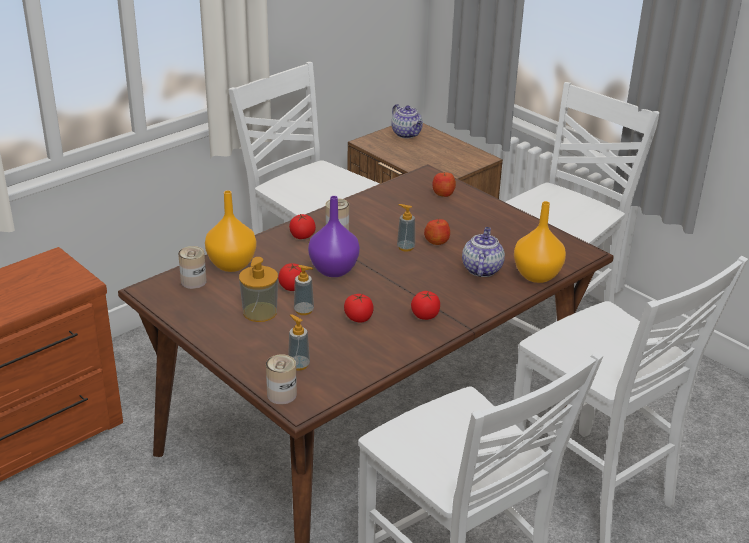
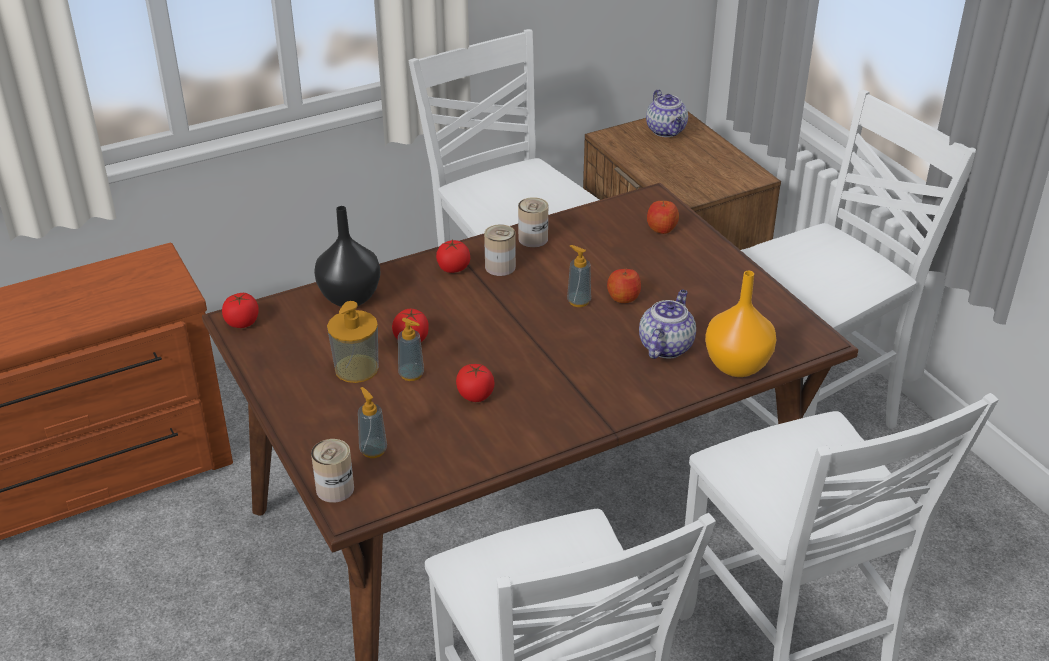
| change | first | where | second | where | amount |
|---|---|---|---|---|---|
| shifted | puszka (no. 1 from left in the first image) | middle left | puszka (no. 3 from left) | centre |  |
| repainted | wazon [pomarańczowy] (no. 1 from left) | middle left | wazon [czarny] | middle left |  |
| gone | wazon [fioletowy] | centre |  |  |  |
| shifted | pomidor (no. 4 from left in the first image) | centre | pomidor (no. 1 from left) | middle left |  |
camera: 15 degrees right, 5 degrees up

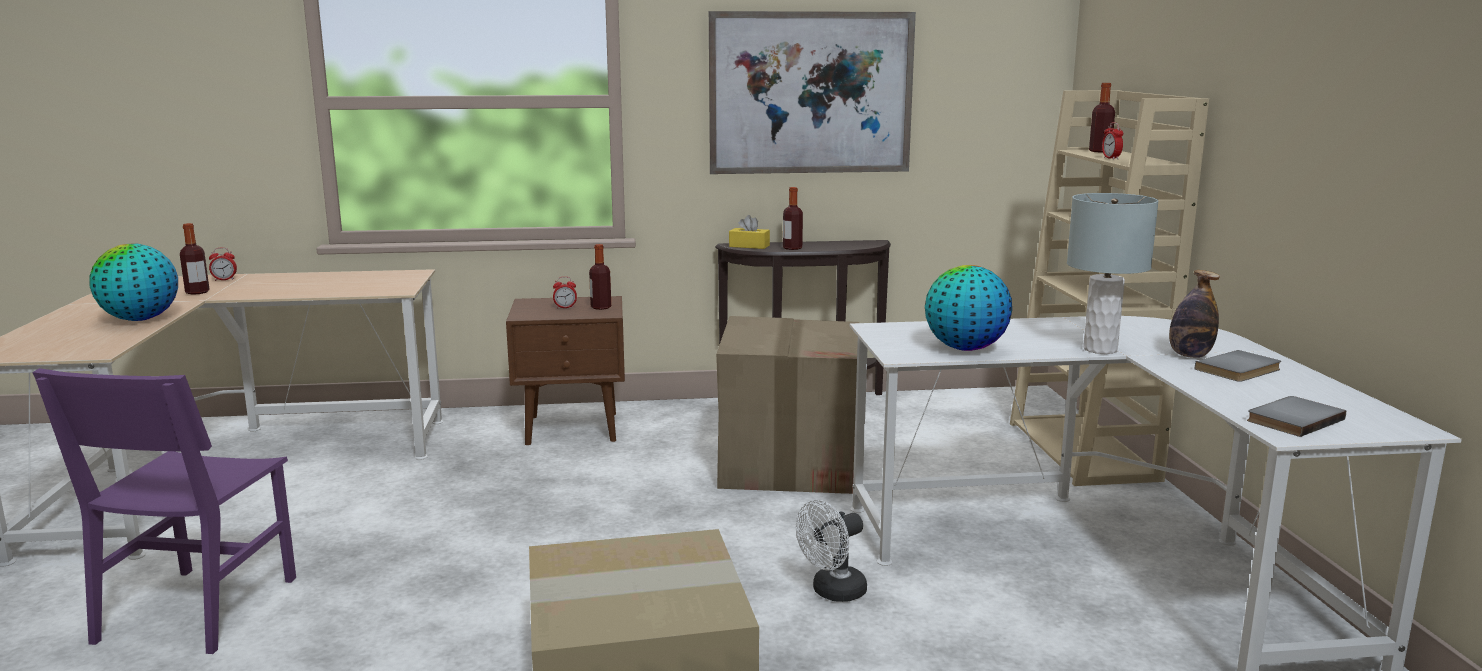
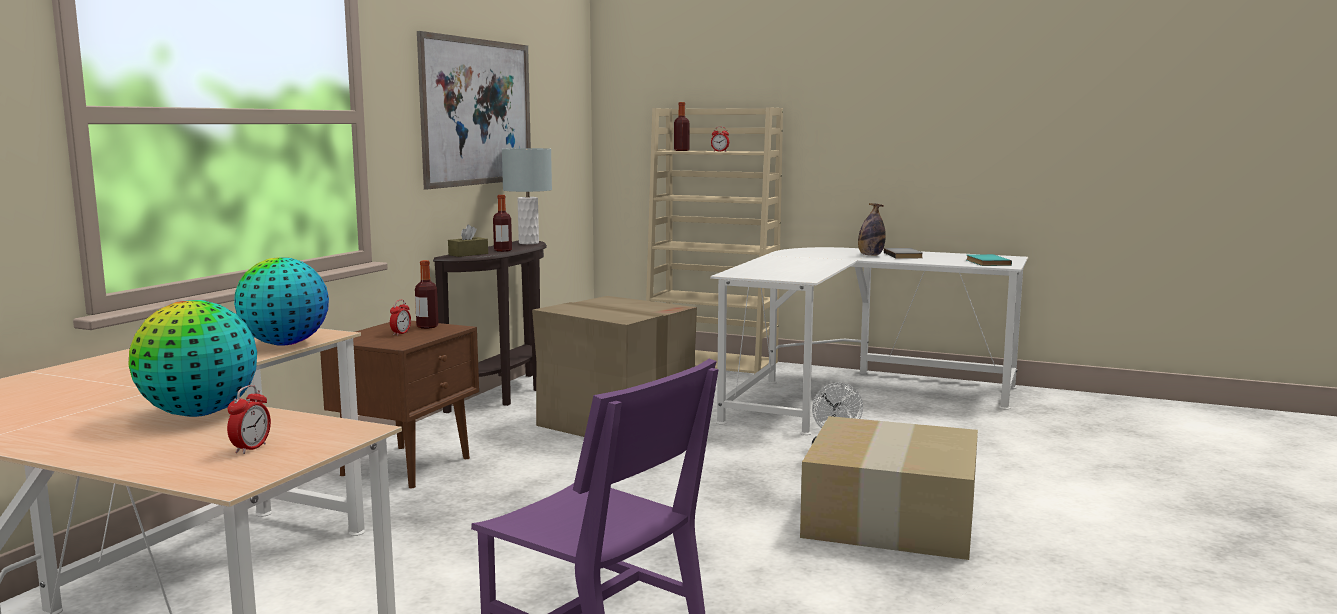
| change | first | where | second | where | amount |
|---|---|---|---|---|---|
| gone | butelka (no. 1 from left) | middle left |  |  |  |
| shifted | budzik (no. 1 from left) | middle left |  | bottom left |  |
| repainted | pudełko chusteczek [żółty] | centre | pudełko chusteczek [brązowy] | centre |  |
| shifted | globus (no. 2 from left) | centre |  | middle left |  |
| shifted | lampa stołowa [szary] | middle right |  | top centre |  |
| repainted | książka [szary] (no. 2 from left) | middle right | książka [turkusowy] | middle right |  |
camera: 60 degrees left, 5 degrees down

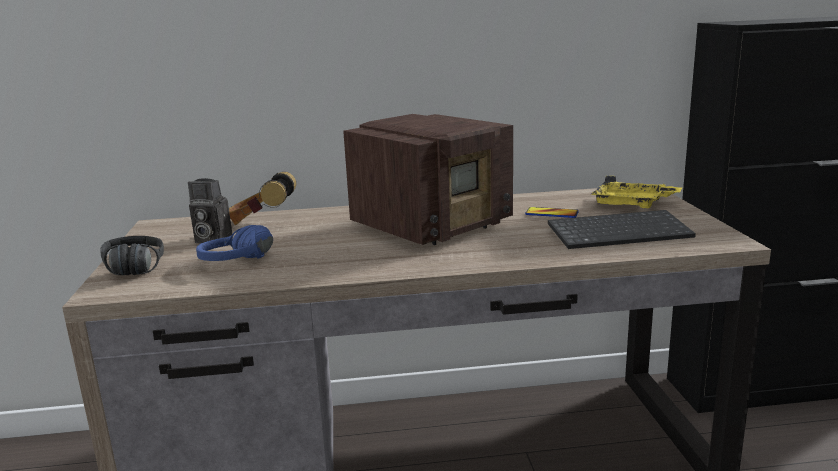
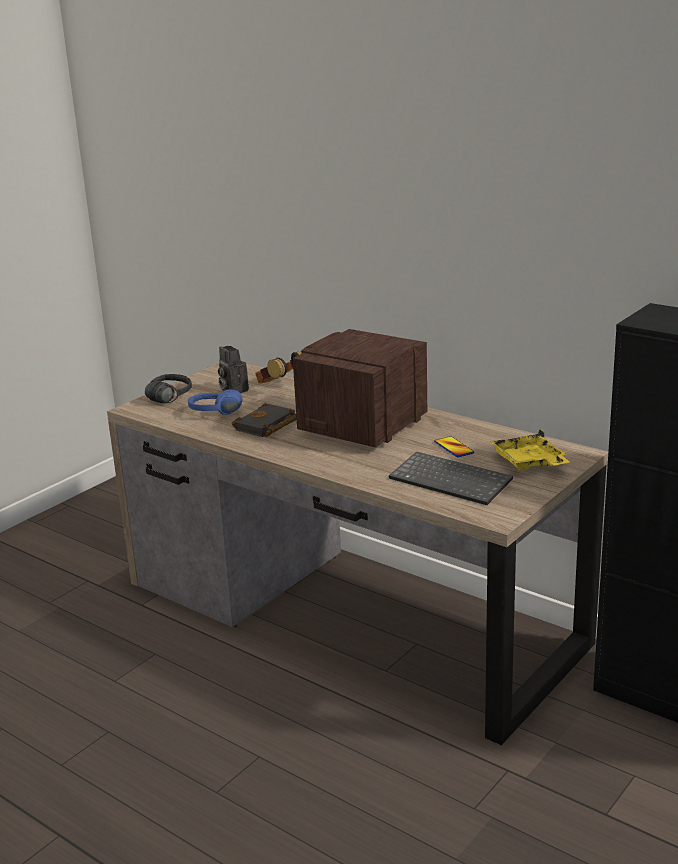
| change | first | where | second | where | amount |
|---|---|---|---|---|---|
| rotated | radio | centre |  | centre | 120 degrees clockwise |
| new |  |  | książka [czarny] | centre |  |
camera: 45 degrees right, 5 degrees up

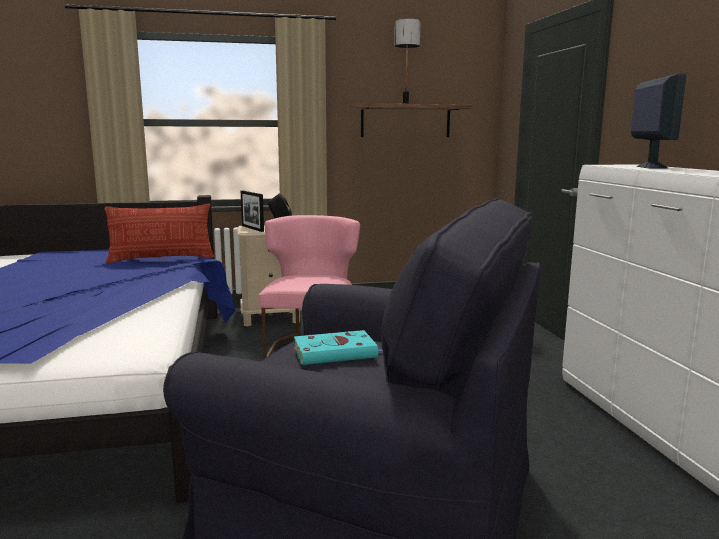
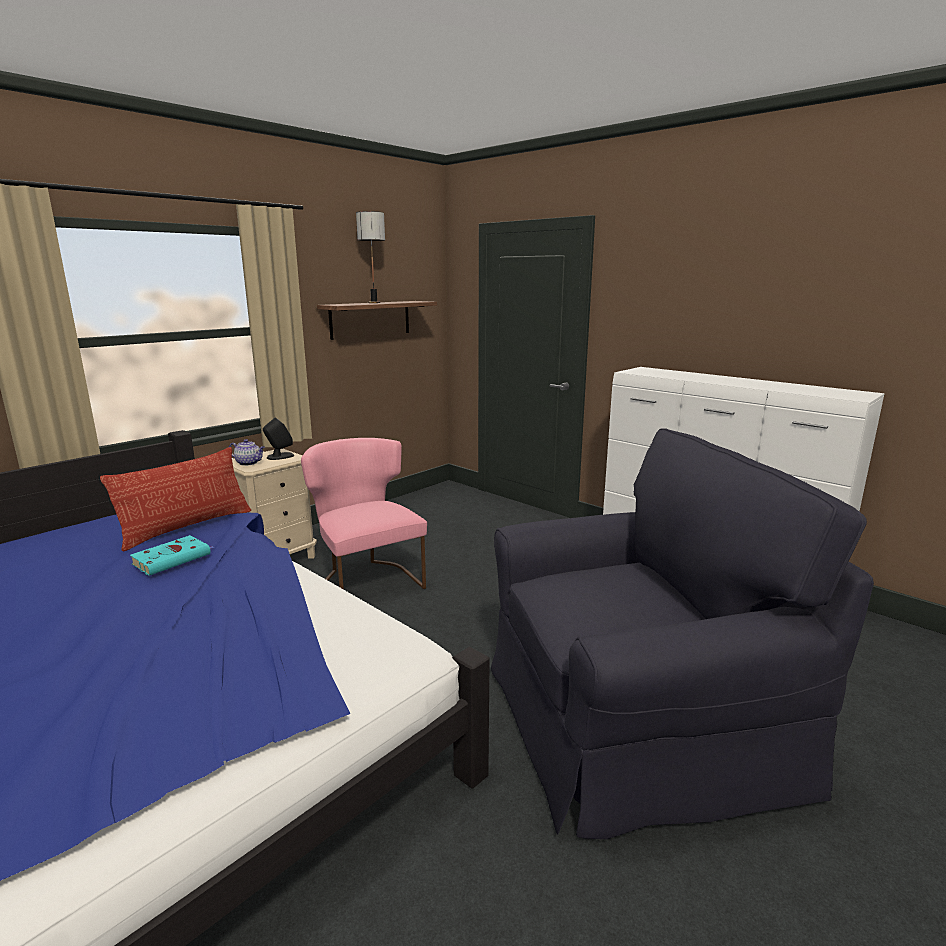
| change | first | where | second | where | amount |
|---|---|---|---|---|---|
| swapped | ramka na zdjęcie | centre | imbryk | middle left |  |
| shifted | książka [turkusowy] | centre |  | middle left |  |
| gone | monitor | top right |  |  |  |
camera: 35 degrees left, 5 degrees up

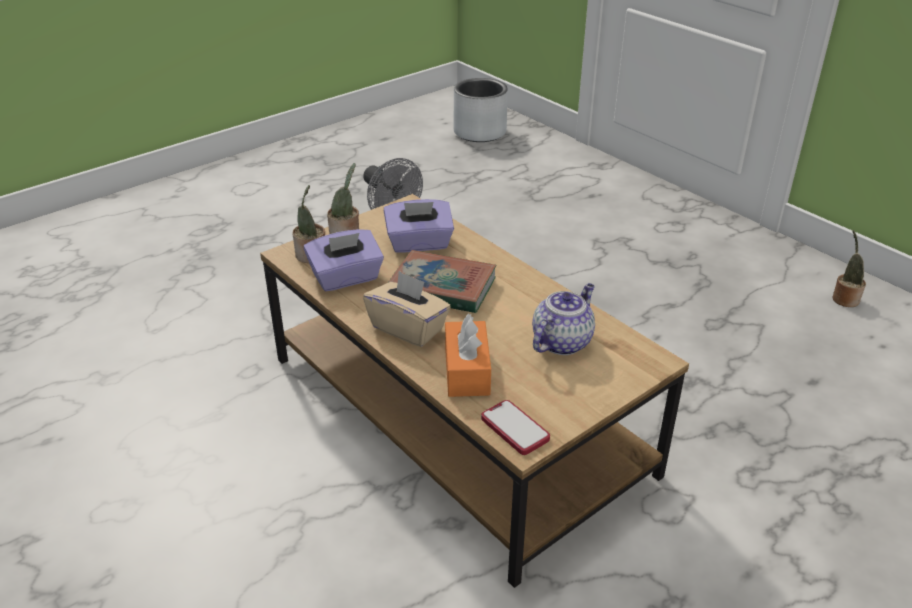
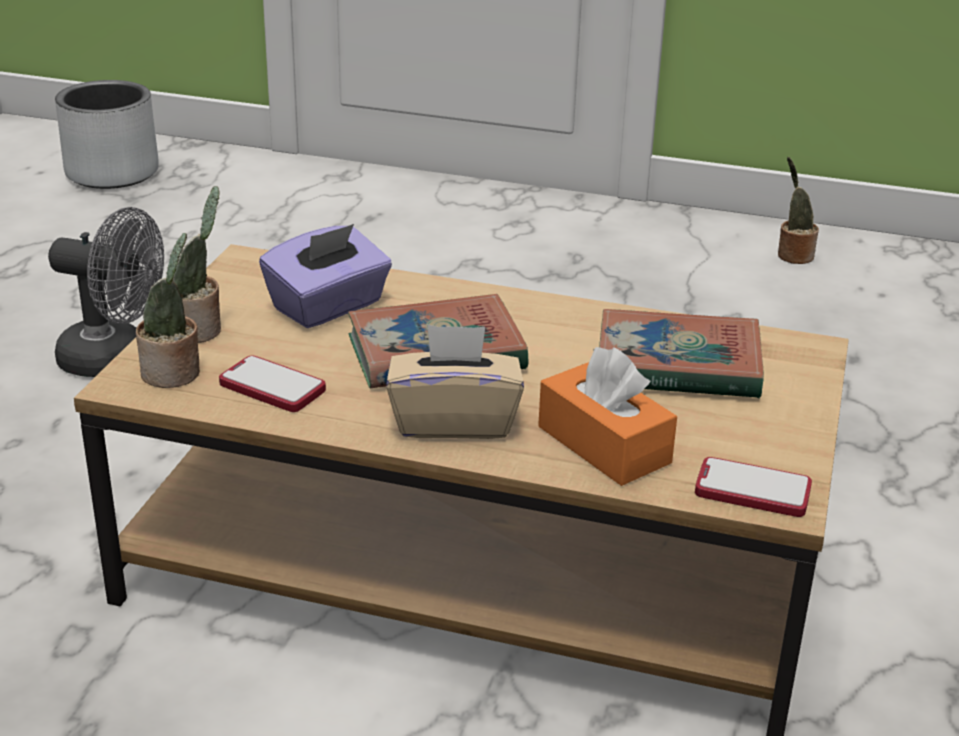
| change | first | where | second | where | amount |
|---|---|---|---|---|---|
| swapped | pudełko chusteczek [fioletowy] (no. 1 from left) | centre | telefon (no. 1 from left) | middle left |  |
| swapped | imbryk | centre | książka (no. 2 from left) | middle right |  |
camera: 35 degrees left, 5 degrees down

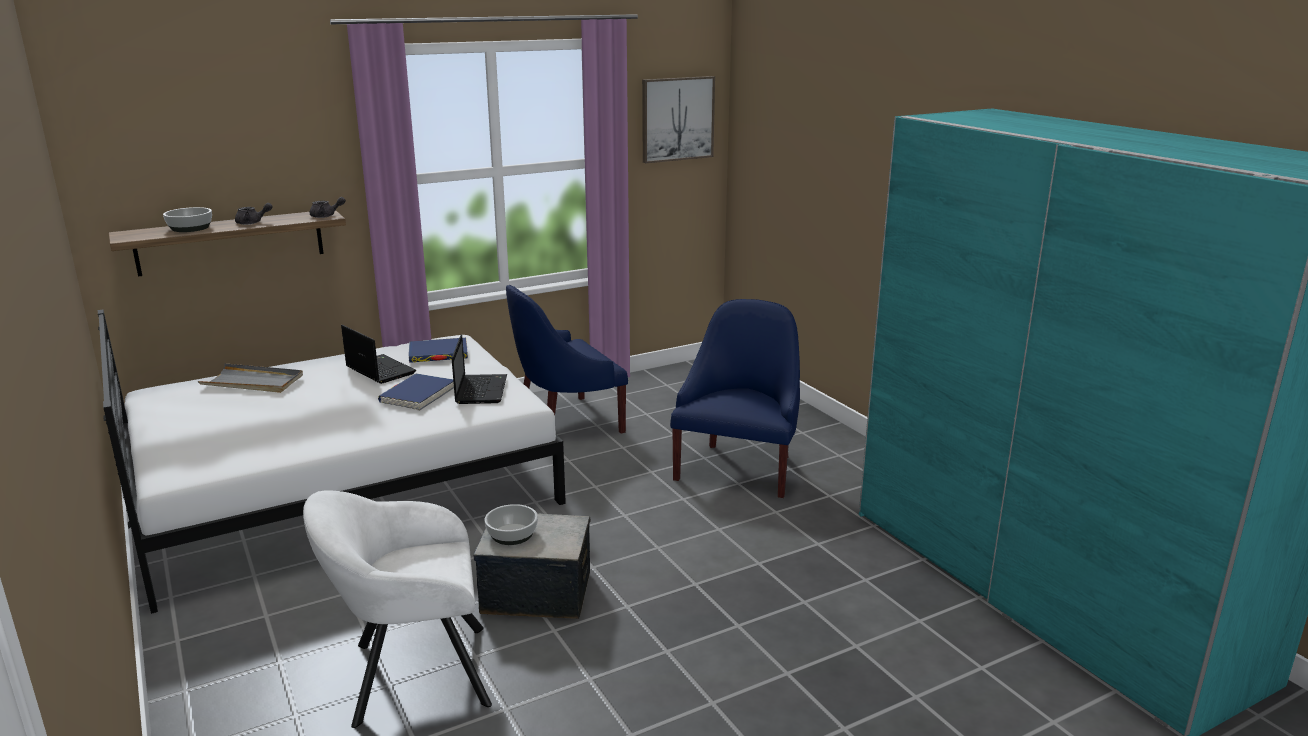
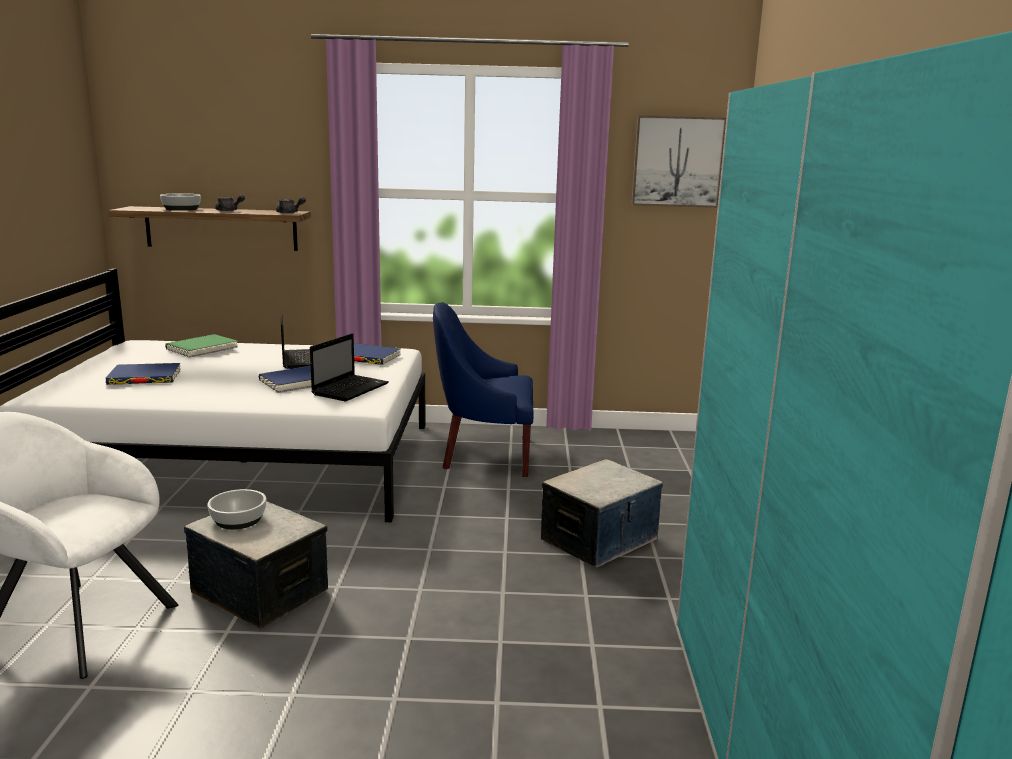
| change | first | where | second | where | amount |
|---|---|---|---|---|---|
| swapped | taca [szary] | middle left | książka [zielony] | middle left |  |
| swapped | fotel [niebieski] (no. 2 from left) | centre | pojemnik do przechowywania (no. 2 from left) | bottom centre |  |
| new |  |  | książka [niebieski] (no. 1 from left) | middle left |  |
camera: 30 degrees right, 5 degrees down

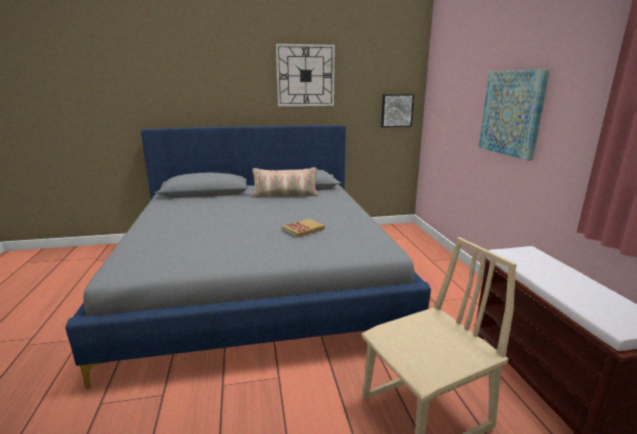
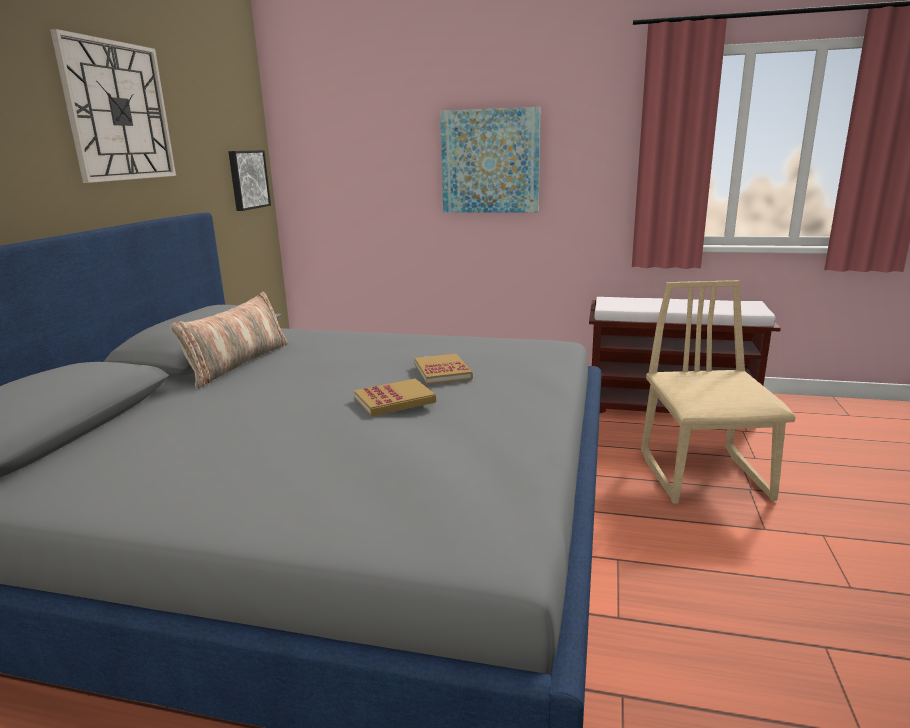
| change | first | where | second | where | amount |
|---|---|---|---|---|---|
| new |  |  | książka (no. 1 from left) | centre |  |
camera: 65 degrees left, 0 degrees up

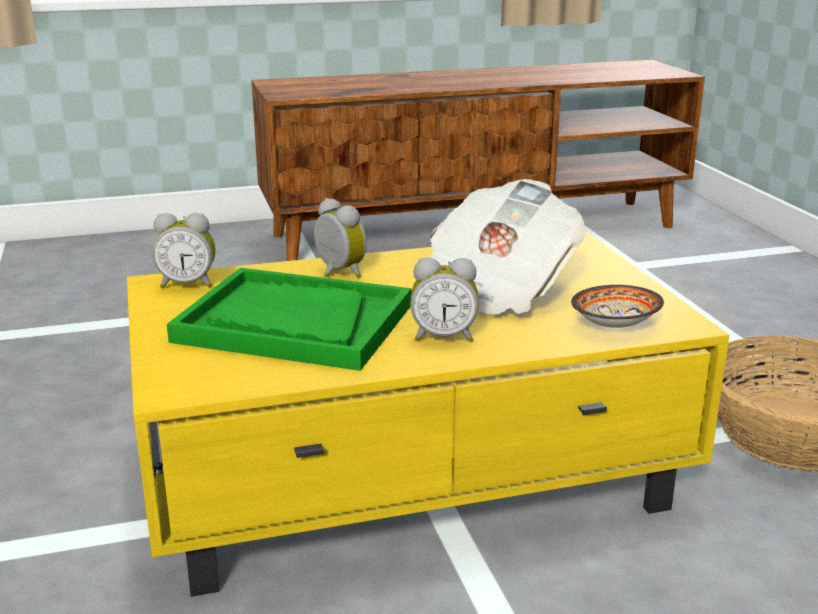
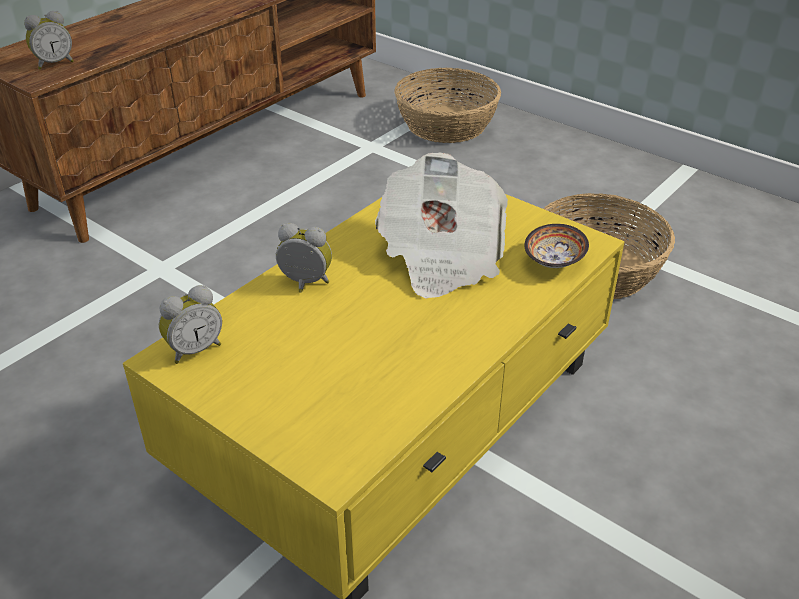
| change | first | where | second | where | amount |
|---|---|---|---|---|---|
| gone | taca [zielony] | centre |  |  |  |
| shifted | budzik (no. 3 from left in the first image) | centre | budzik (no. 1 from left) | top left |  |
| new |  |  | koszyk (no. 1 from left) | top centre |  |
camera: 35 degrees left, 15 degrees up

